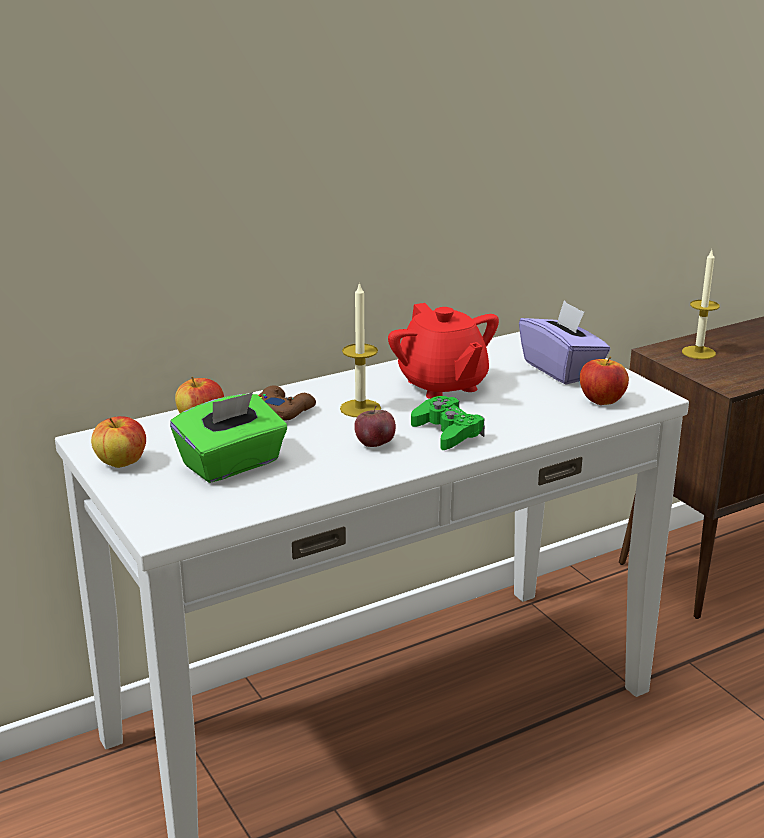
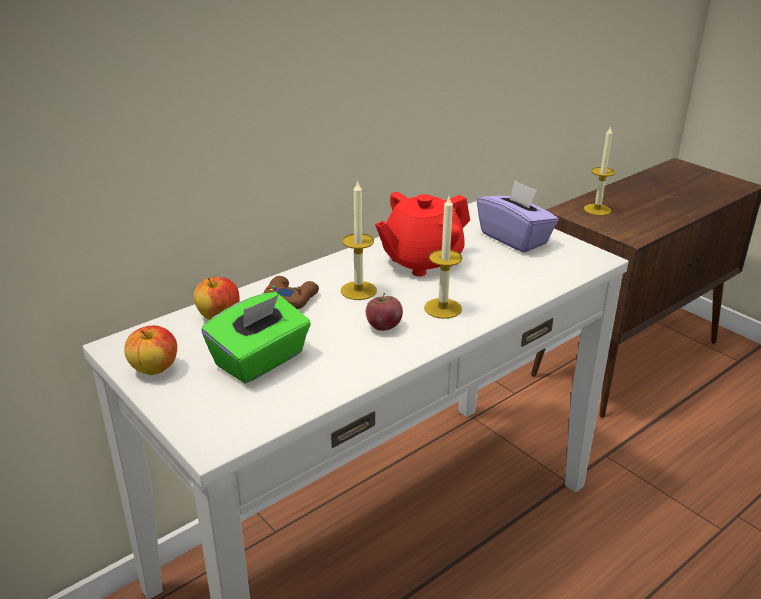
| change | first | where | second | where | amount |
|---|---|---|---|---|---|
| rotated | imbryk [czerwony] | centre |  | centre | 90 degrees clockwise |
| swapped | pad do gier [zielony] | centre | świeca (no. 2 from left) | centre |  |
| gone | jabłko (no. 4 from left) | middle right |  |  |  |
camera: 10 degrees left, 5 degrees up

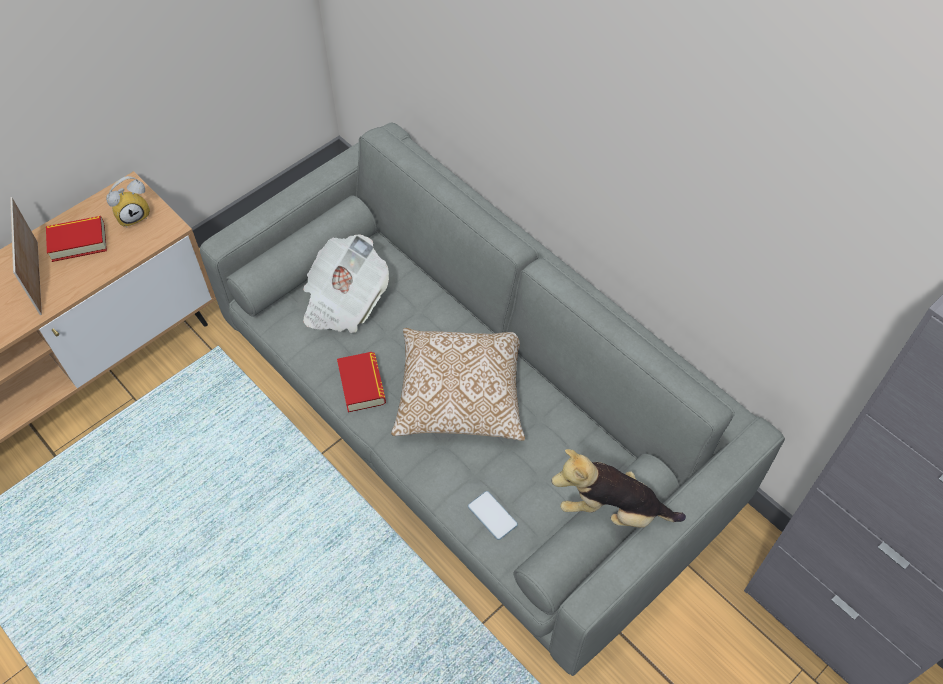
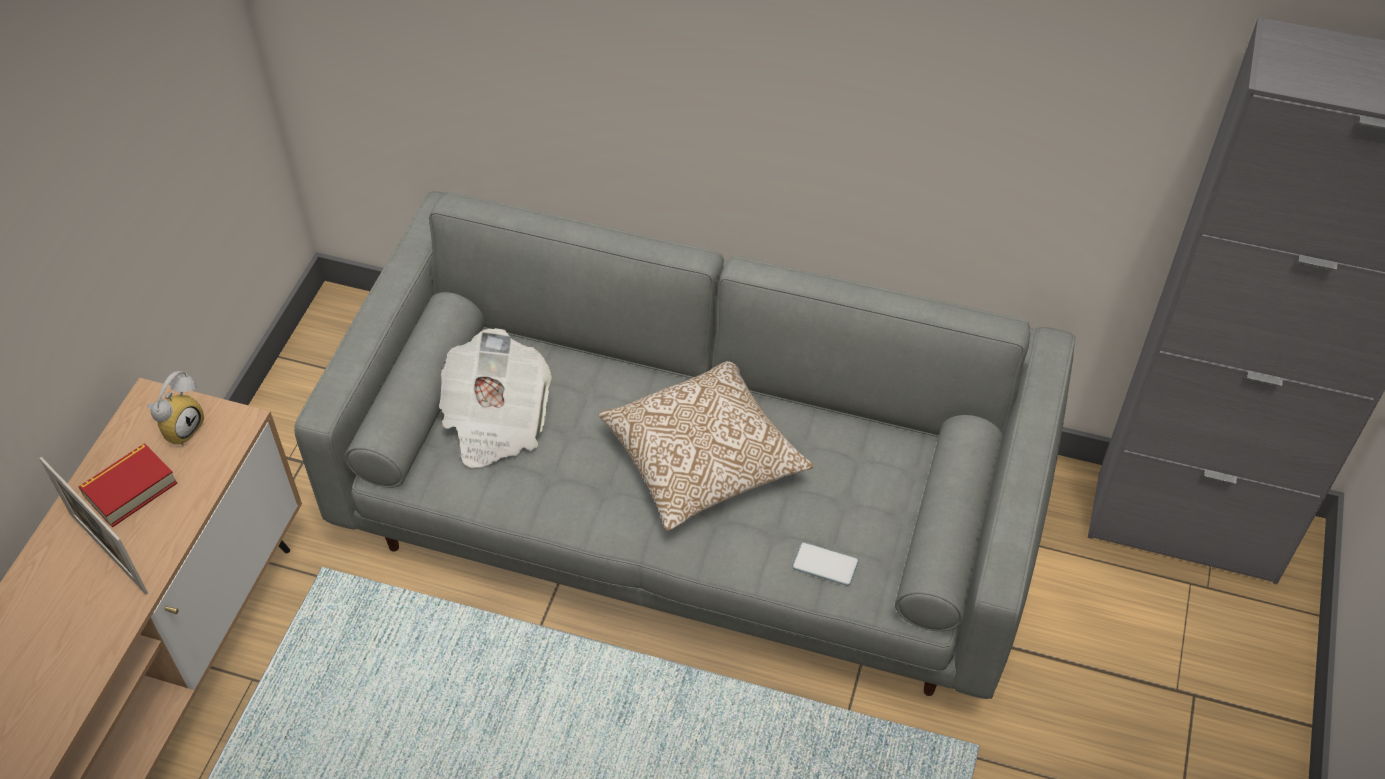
| change | first | where | second | where | amount |
|---|---|---|---|---|---|
| gone | książka (no. 2 from left) | centre |  |  |  |
| gone | pluszak | bottom centre |  |  |  |
camera: 30 degrees left, 5 degrees down

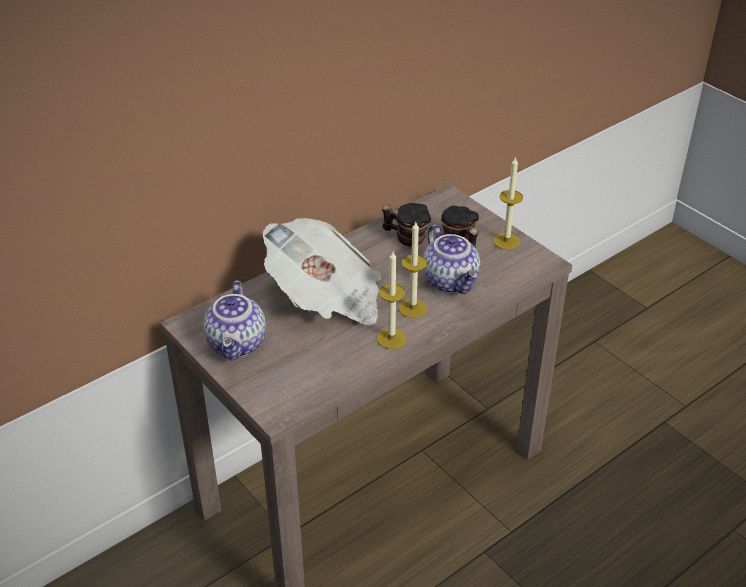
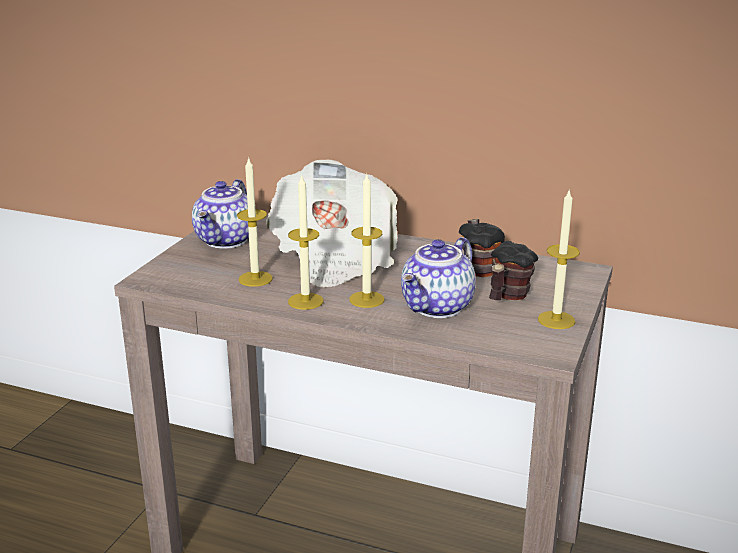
| change | first | where | second | where | amount |
|---|---|---|---|---|---|
| rotated | imbryk (no. 1 from left) | middle left |  | middle left | 45 degrees counterclockwise |
| new |  |  | świeca (no. 1 from left) | centre |  |
camera: 60 degrees right, 15 degrees down

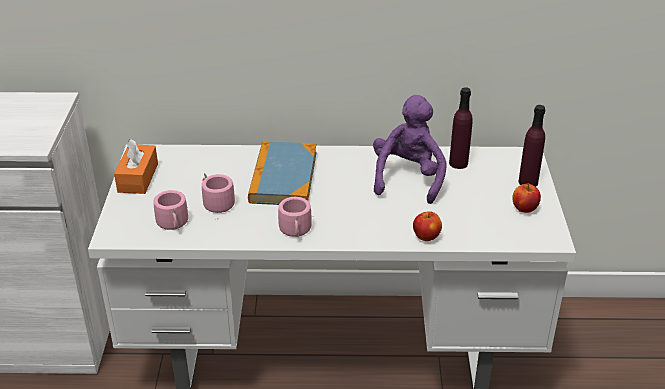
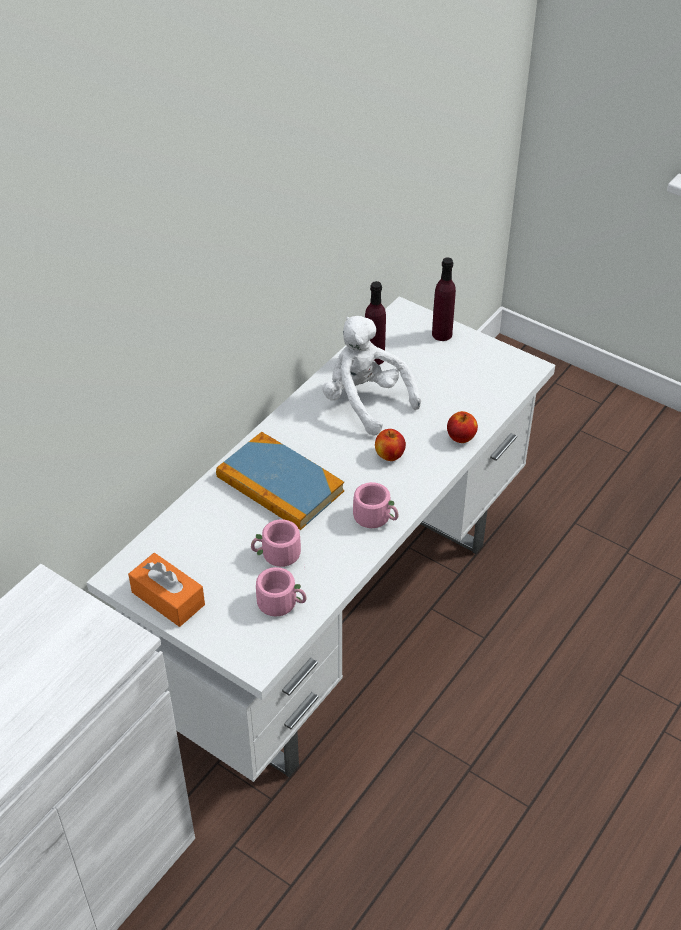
| change | first | where | second | where | amount |
|---|---|---|---|---|---|
| repainted | pluszak [fioletowy] | centre | pluszak [biały] | centre |  |
| shifted | jabłko (no. 2 from left in the first image) | middle right | jabłko (no. 1 from left) | centre |  |
camera: 55 degrees left, 10 degrees up

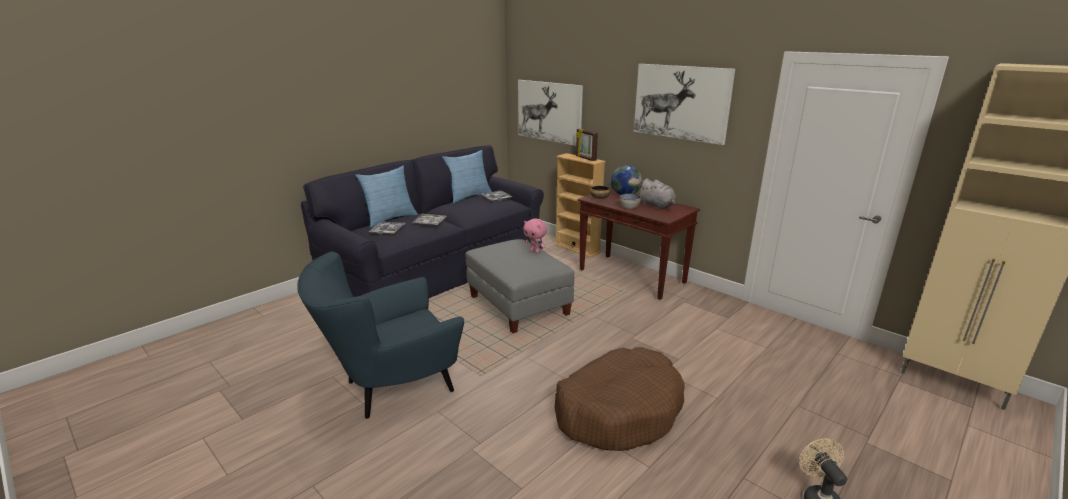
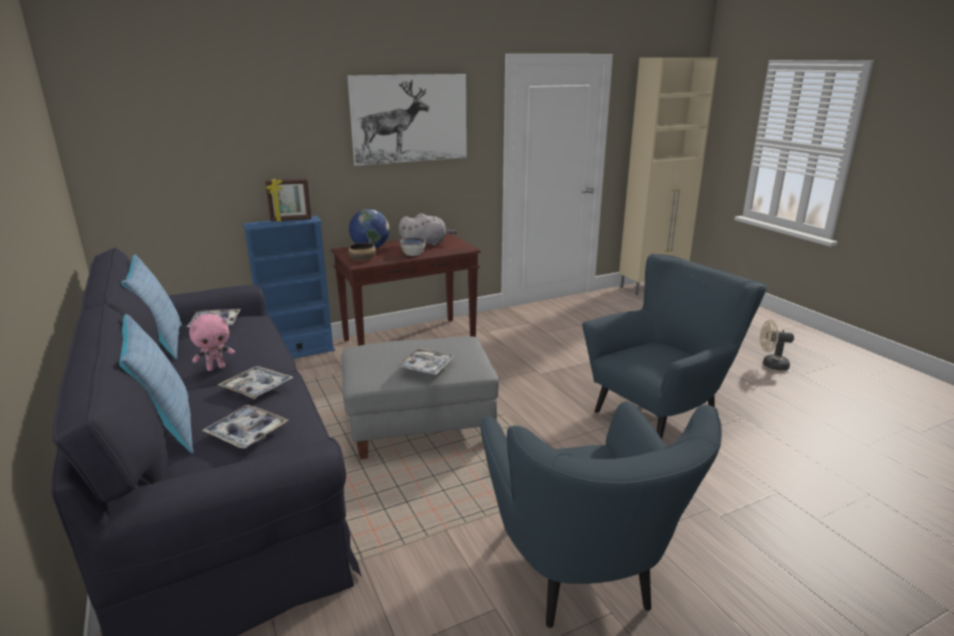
| change | first | where | second | where | amount |
|---|---|---|---|---|---|
| gone | obraz (no. 1 from left) | top centre |  |  |  |
| shifted | pluszak [różowy] | centre |  | middle left |  |
| repainted | regał [beżowy] | centre | regał [niebieski] | middle left |  |
| swapped | legowisko [brązowy] | bottom centre | fotel [niebieski] (no. 2 from left) | middle right |  |
| new |  |  | taca (no. 4 from left) | centre |  |
camera: 70 degrees left, 0 degrees up

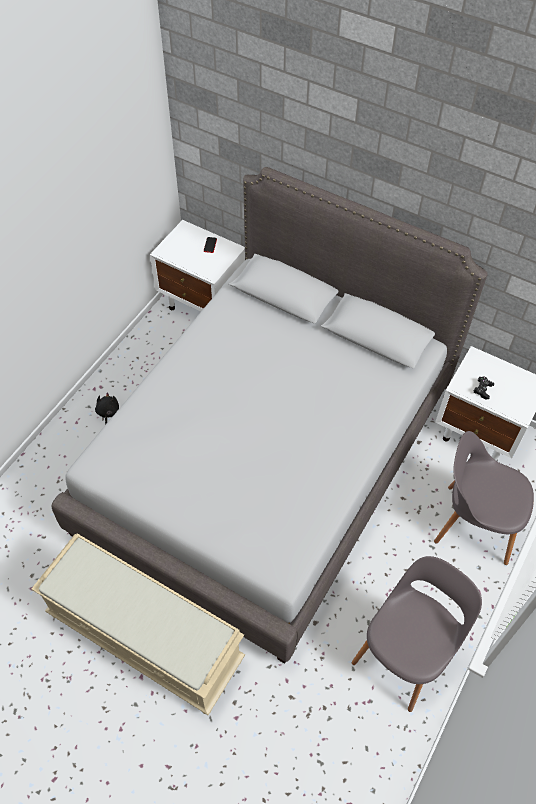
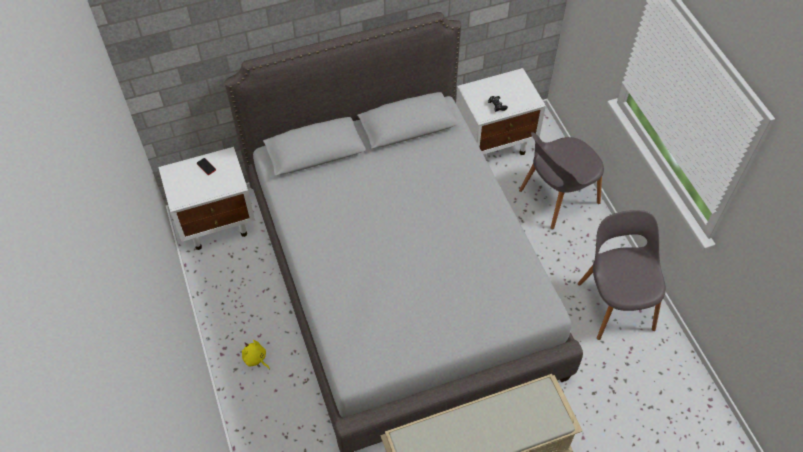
| change | first | where | second | where | amount |
|---|---|---|---|---|---|
| repainted | pluszak [czarny] | middle left | pluszak [żółty] | bottom left |  |
camera: 50 degrees left, 0 degrees up

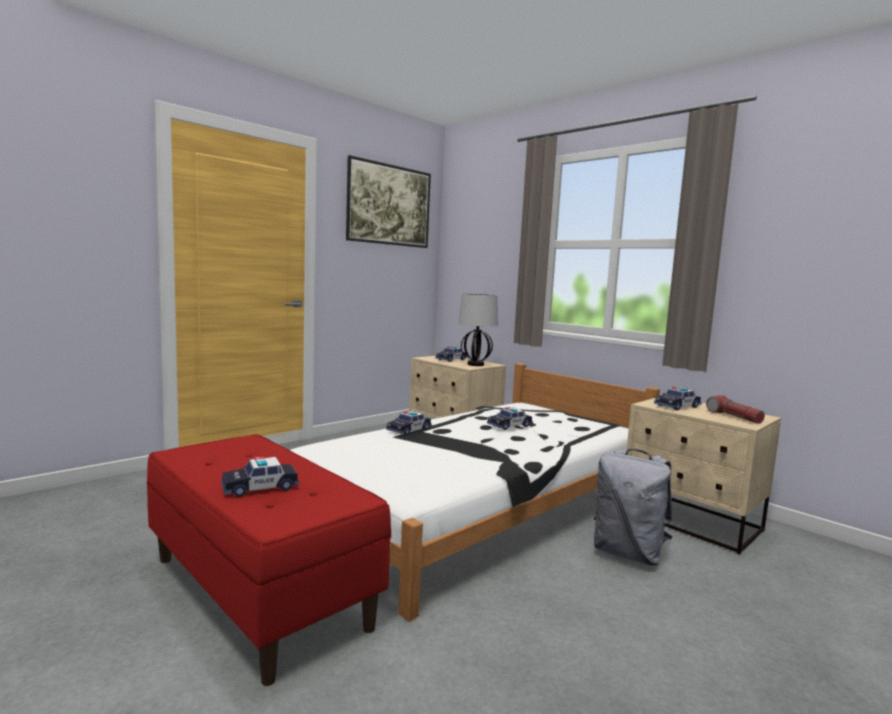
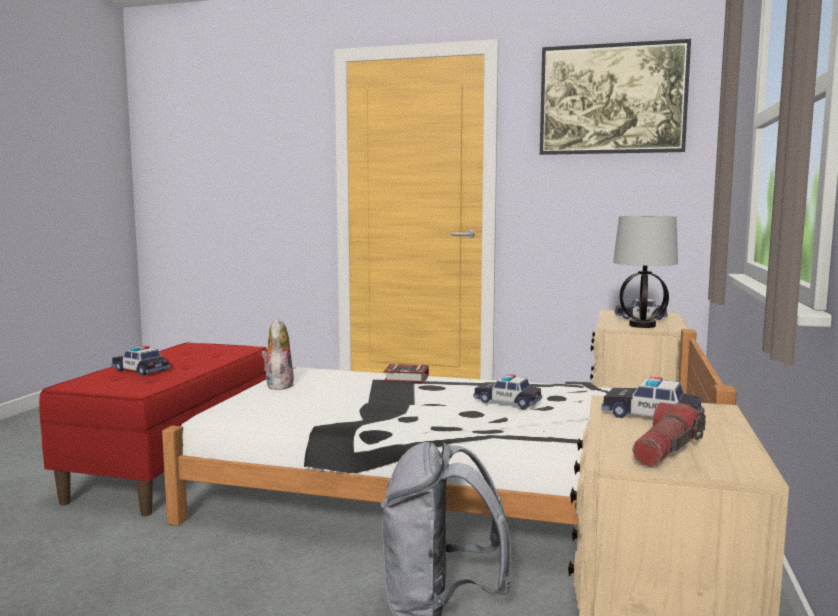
| change | first | where | second | where | amount |
|---|---|---|---|---|---|
| swapped | samochodzik (no. 2 from left) | centre | książka | centre |  |
| new |  |  | pluszak | middle left |  |
camera: 60 degrees right, 0 degrees up

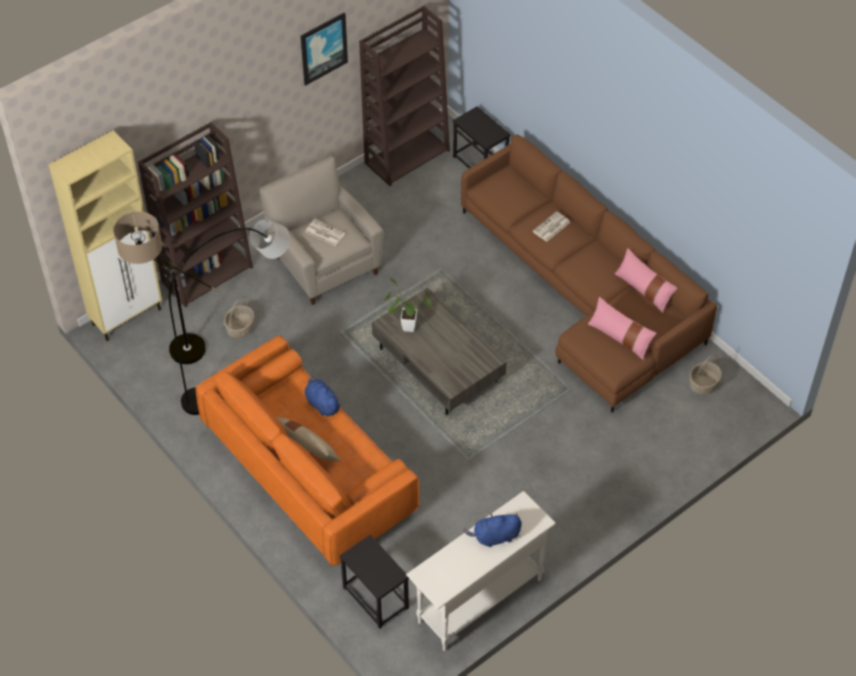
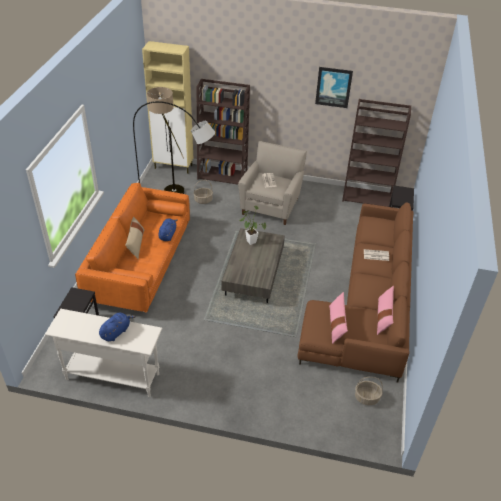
| change | first | where | second | where | amount |
|---|---|---|---|---|---|
| rotated | pluszak [niebieski] (no. 2 from left in the first image) | bottom centre | pluszak [niebieski] (no. 1 from left) | middle left | 90 degrees clockwise |
camera: 50 degrees right, 10 degrees down

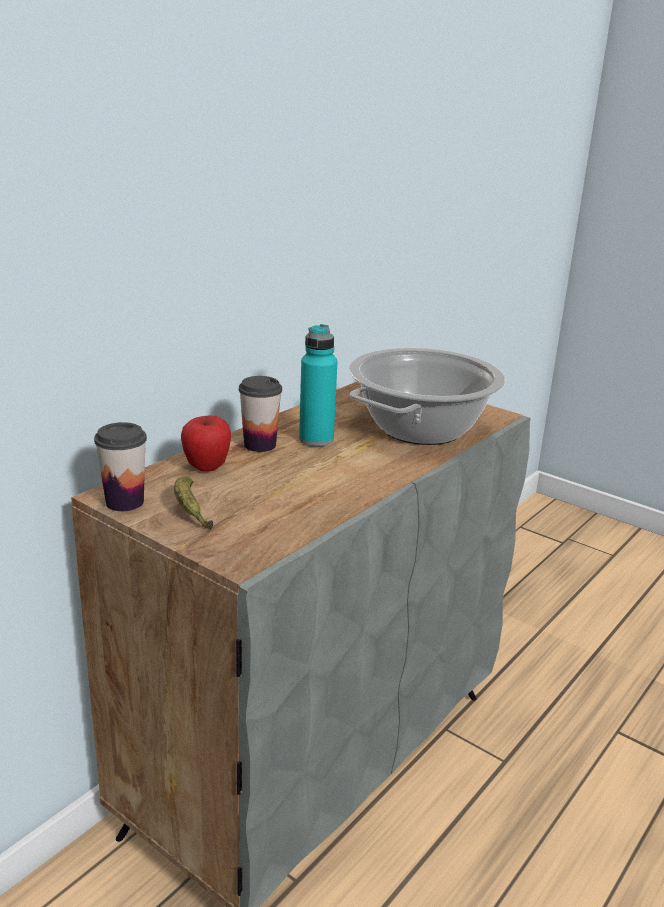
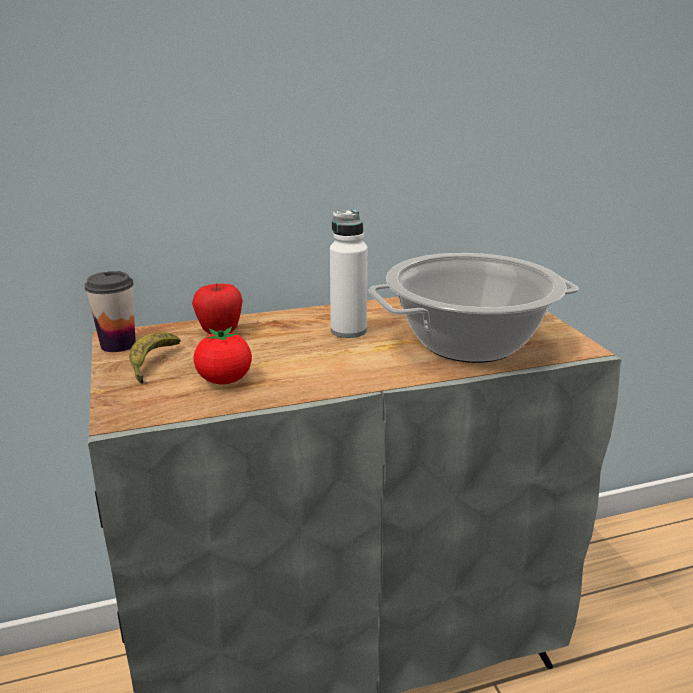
| change | first | where | second | where | amount |
|---|---|---|---|---|---|
| gone | filiżanka (no. 2 from left) | centre |  |  |  |
| repainted | butelka [turkusowy] | centre | butelka [biały] | centre |  |
| new |  |  | pomidor | middle left |  |
camera: 35 degrees right, 0 degrees up

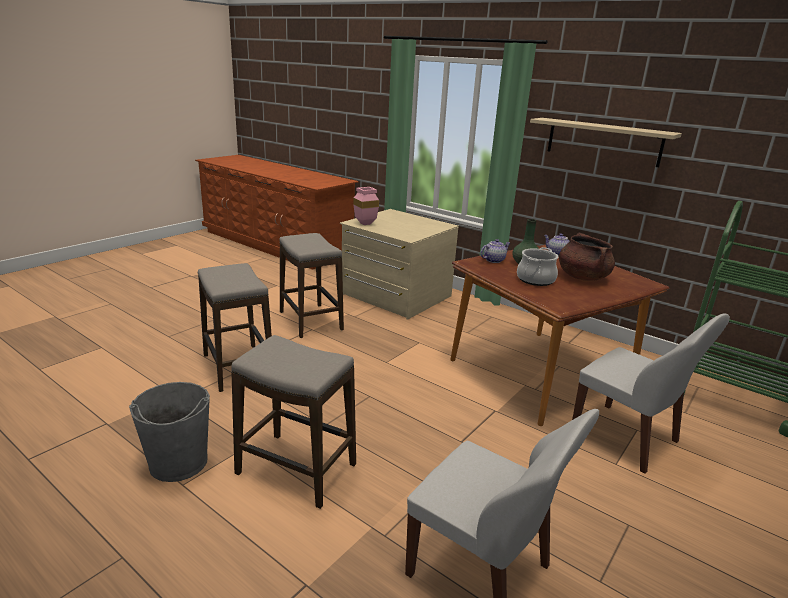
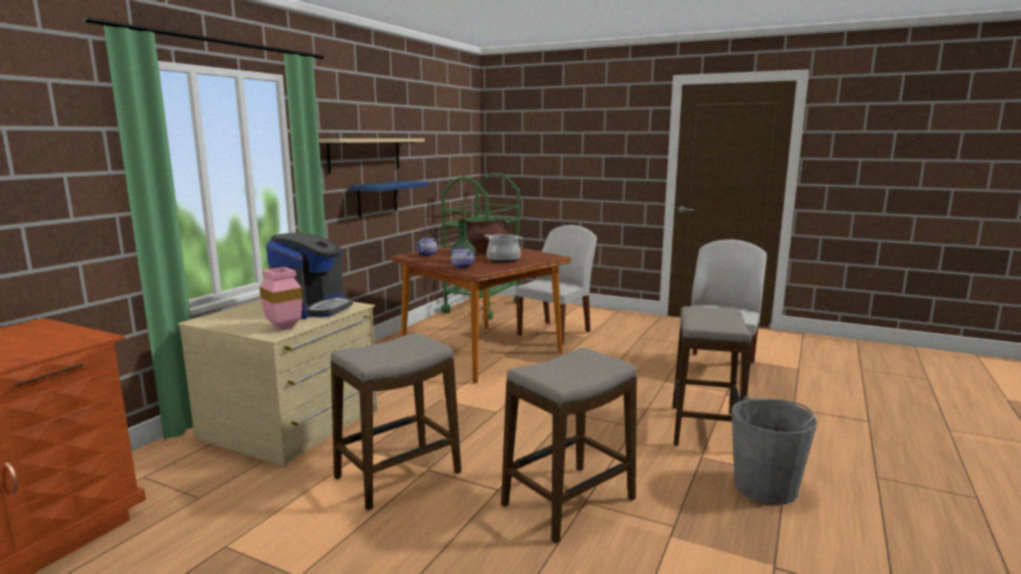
| change | first | where | second | where | amount |
|---|---|---|---|---|---|
| new |  |  | ekspres do kawy | middle left |  |
| new |  |  | półka [niebieski] | centre |  |
camera: 100 degrees left, 10 degrees down

